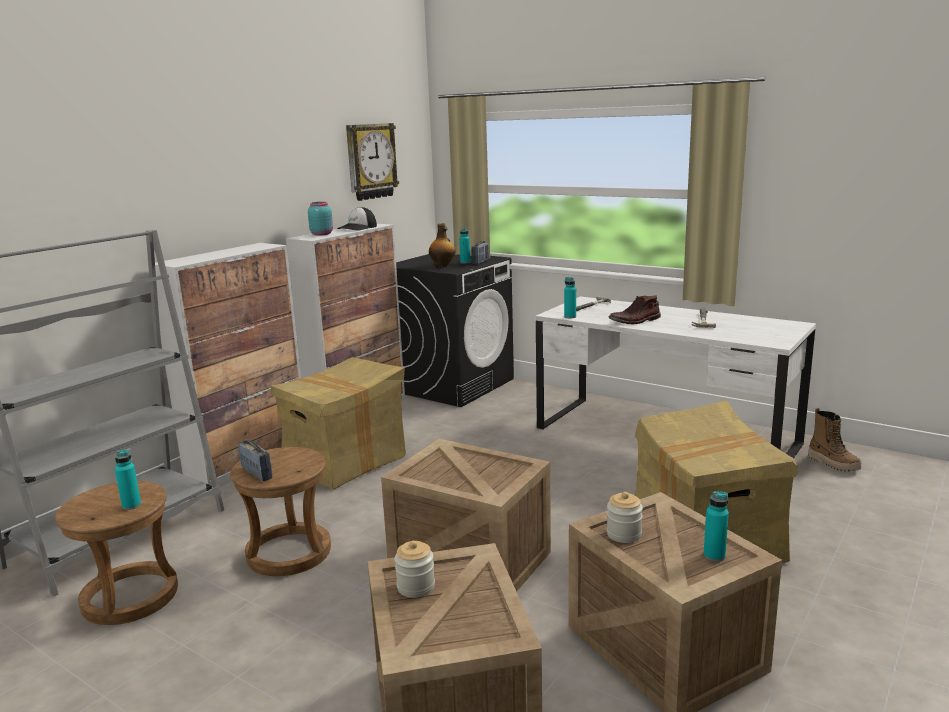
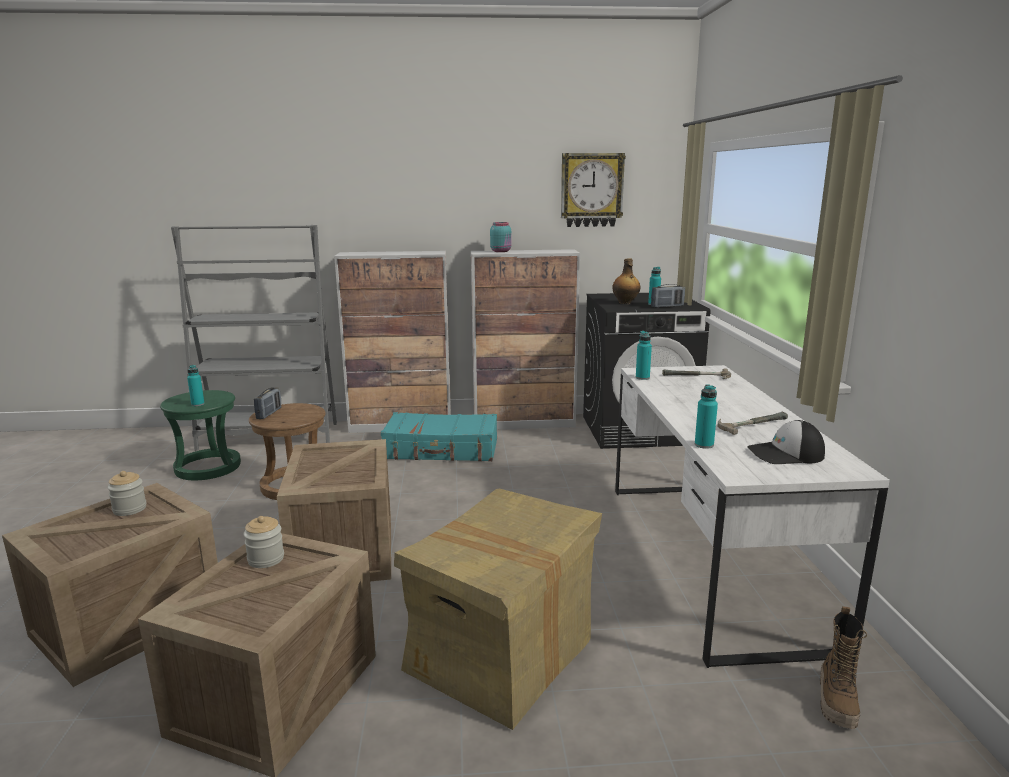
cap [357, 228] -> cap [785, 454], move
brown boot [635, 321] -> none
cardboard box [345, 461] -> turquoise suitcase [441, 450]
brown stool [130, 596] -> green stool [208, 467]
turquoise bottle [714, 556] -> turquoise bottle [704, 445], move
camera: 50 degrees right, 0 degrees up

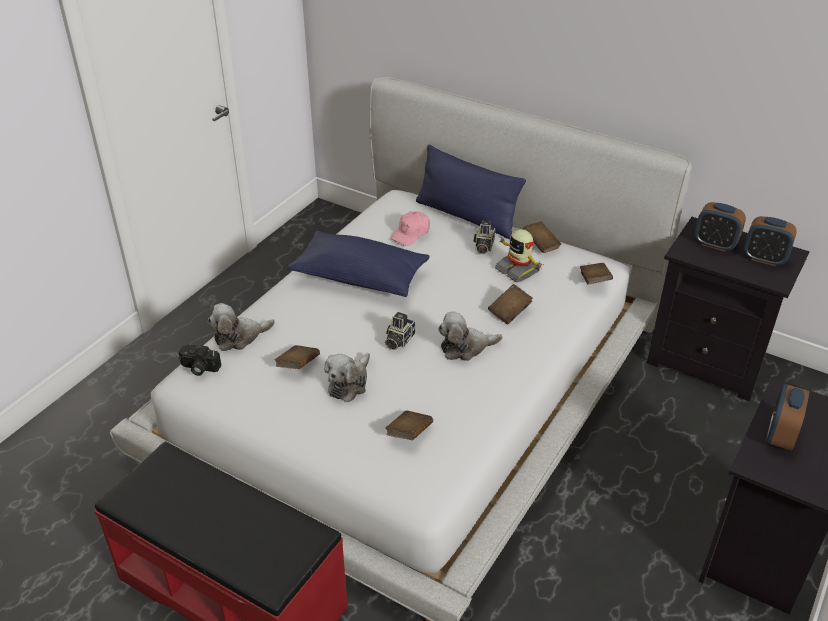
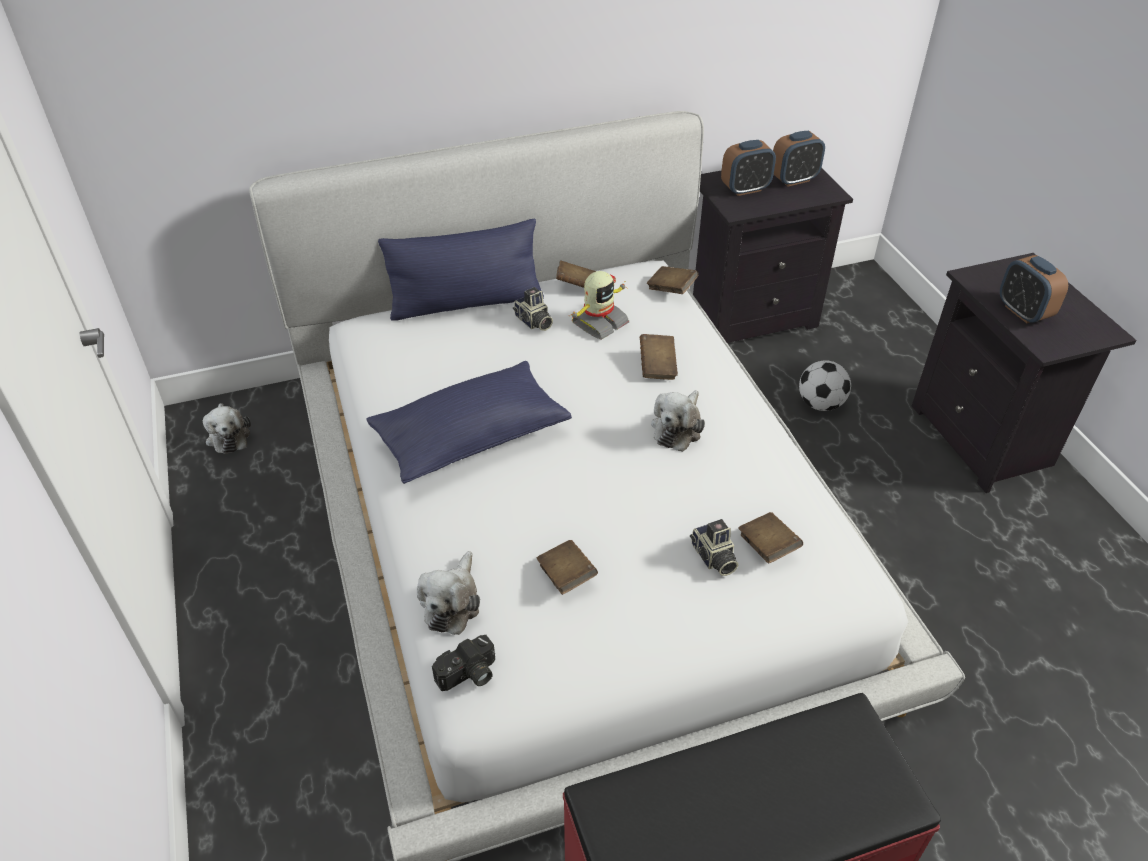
pink cap [411, 234] -> none
toy robot [518, 270] -> toy robot [599, 323], 45 degrees counterclockwise
photo camera [398, 340] -> photo camera [713, 558], move
plush toy [349, 383] -> plush toy [228, 436], move
none -> football [820, 404]
camera: 50 degrees left, 5 degrees up

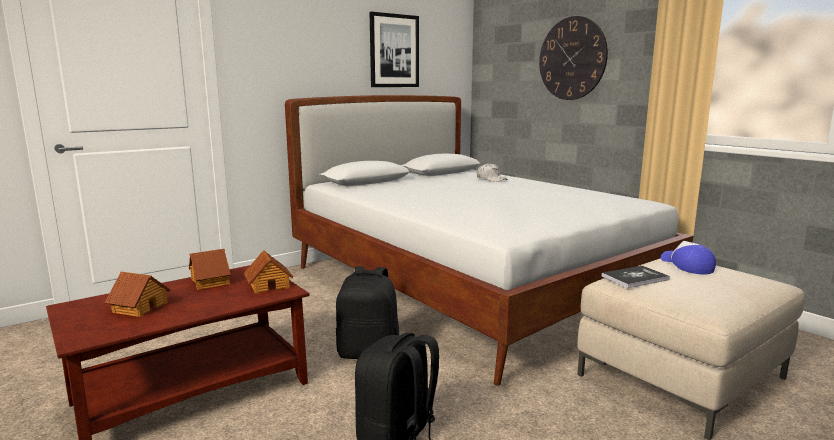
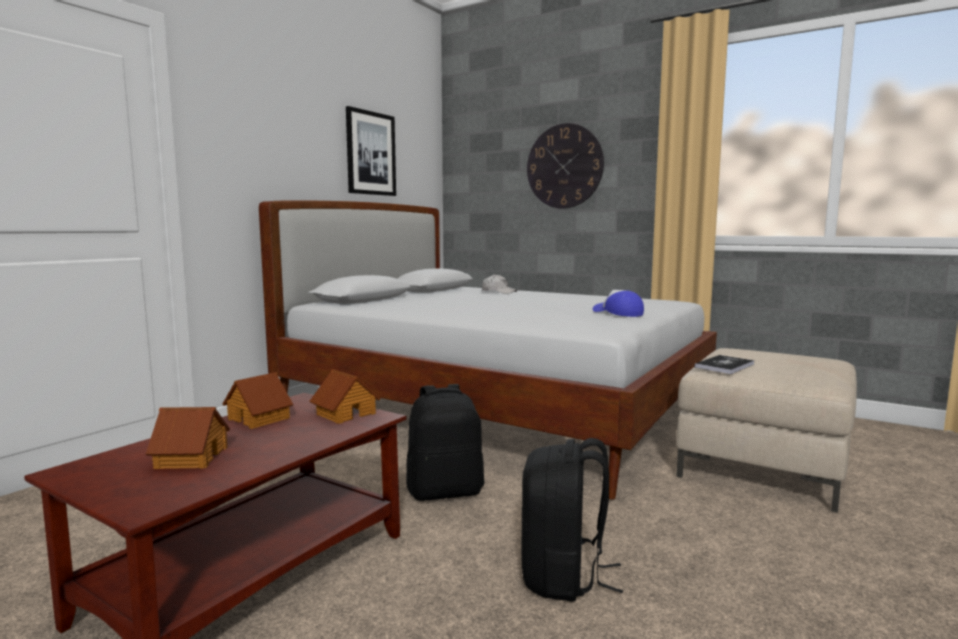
cap [686, 265] -> cap [617, 313], move
camera: 20 degrees left, 5 degrees down

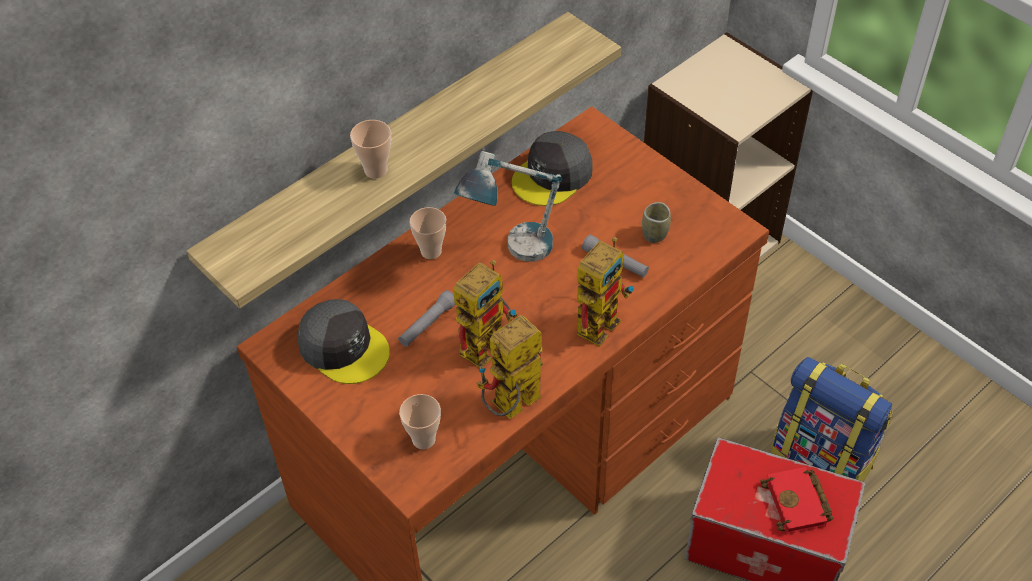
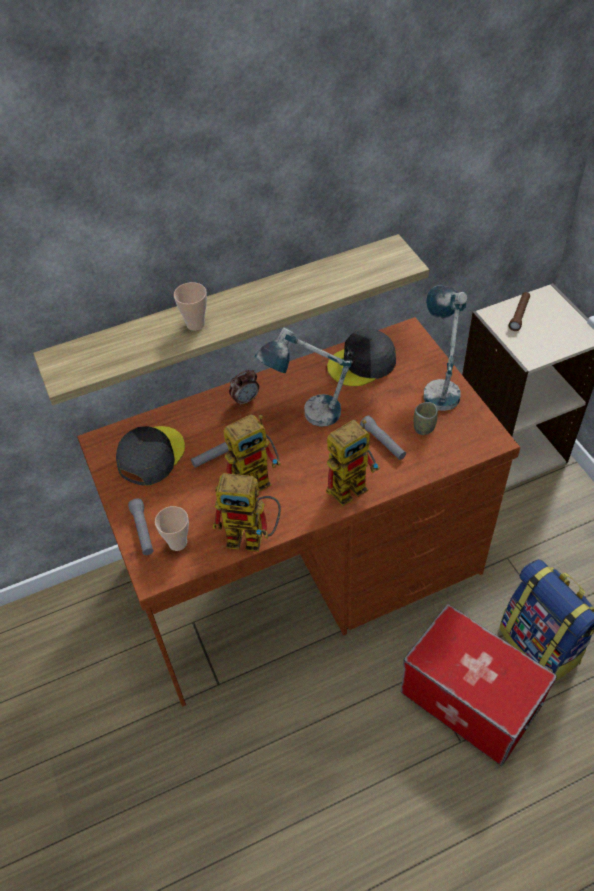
cup [431, 251] -> alarm clock [245, 400]
grey cap [343, 347] -> grey cap [151, 456], 120 degrees counterclockwise
toy robot [511, 408] -> toy robot [254, 537], 150 degrees counterclockwise
red book [798, 504] -> none
none -> table lamp [439, 385]
none -> brown flashlight [519, 315]
none -> grey flashlight [143, 531]
camera: 20 degrees right, 0 degrees up

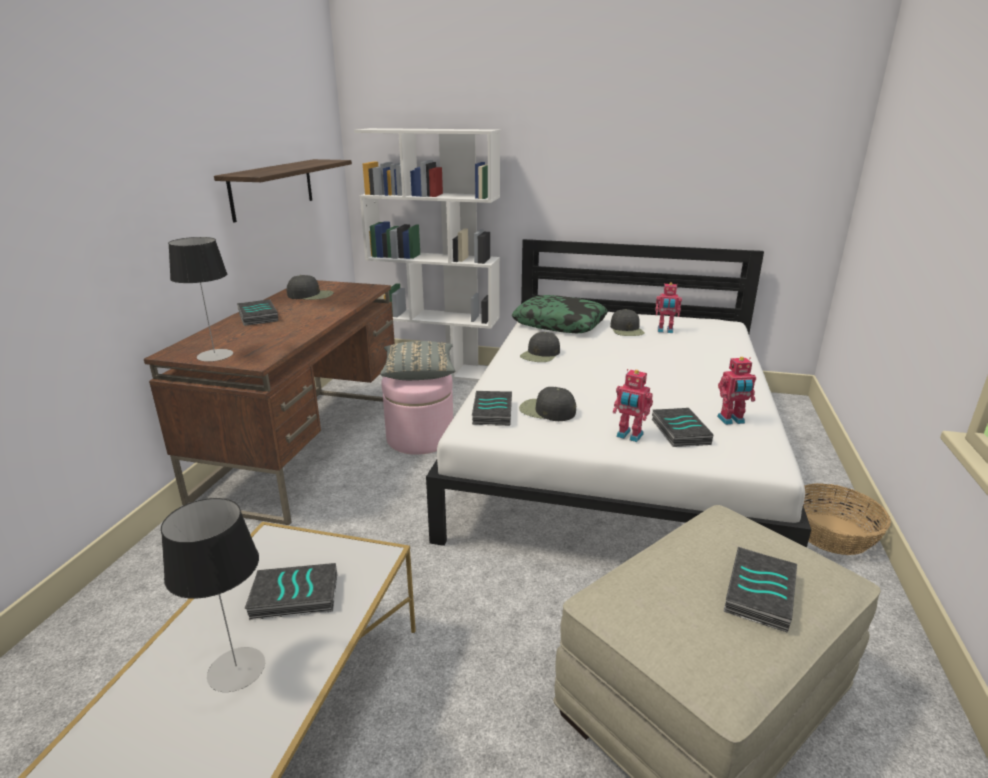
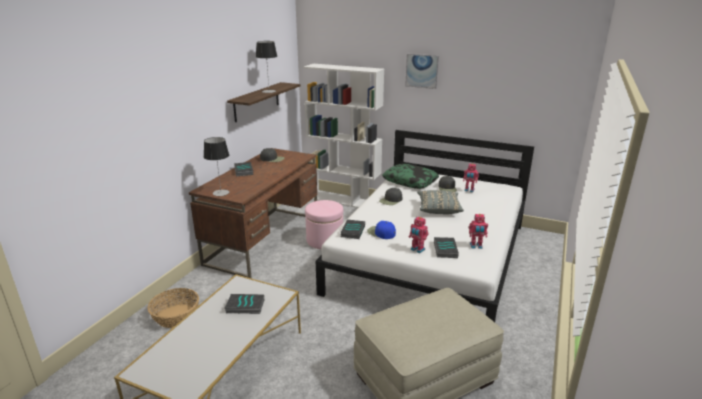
grey pillow [419, 372] -> grey pillow [438, 209], move
black cap [546, 410] -> blue cap [381, 233]
basket [831, 533] -> basket [176, 316], move
table lamp [237, 669] -> table lamp [269, 91], move
book [757, 592] -> none
none -> picture [422, 71]
camera: 10 degrees right, 0 degrees up

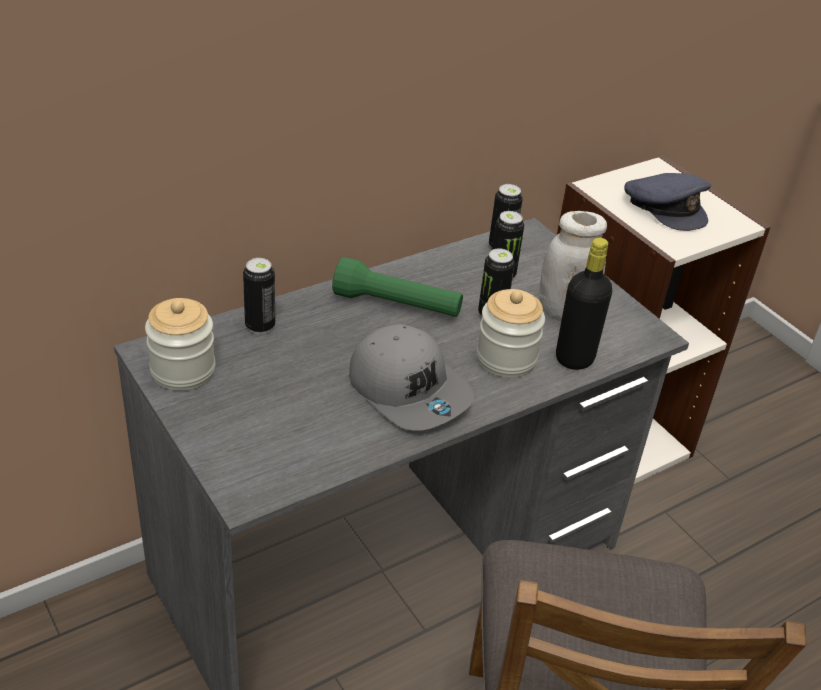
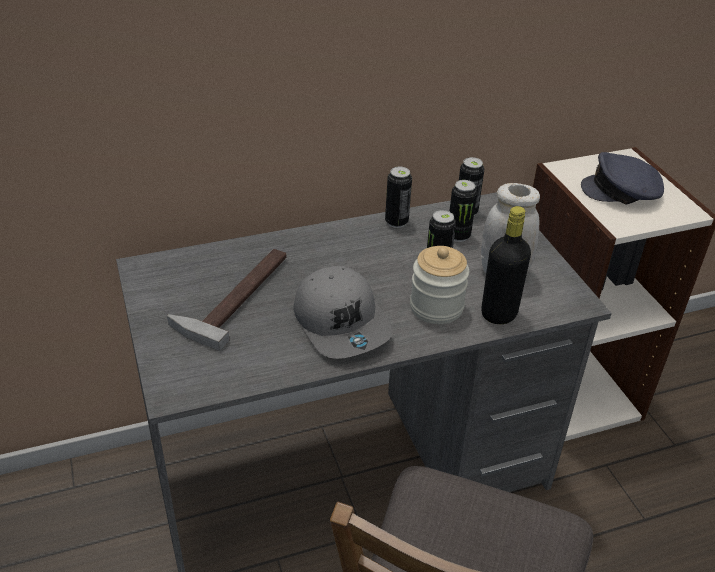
grey cap [666, 207] -> grey cap [623, 191], 120 degrees clockwise
green flashlight [397, 305] -> none
can [260, 326] -> can [396, 222], move
jar [183, 371] -> none
none -> hammer [235, 295]
camera: 15 degrees right, 0 degrees up

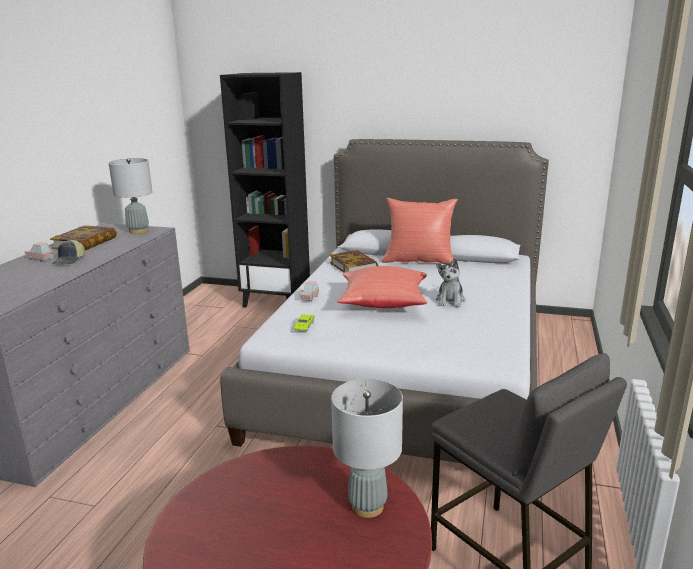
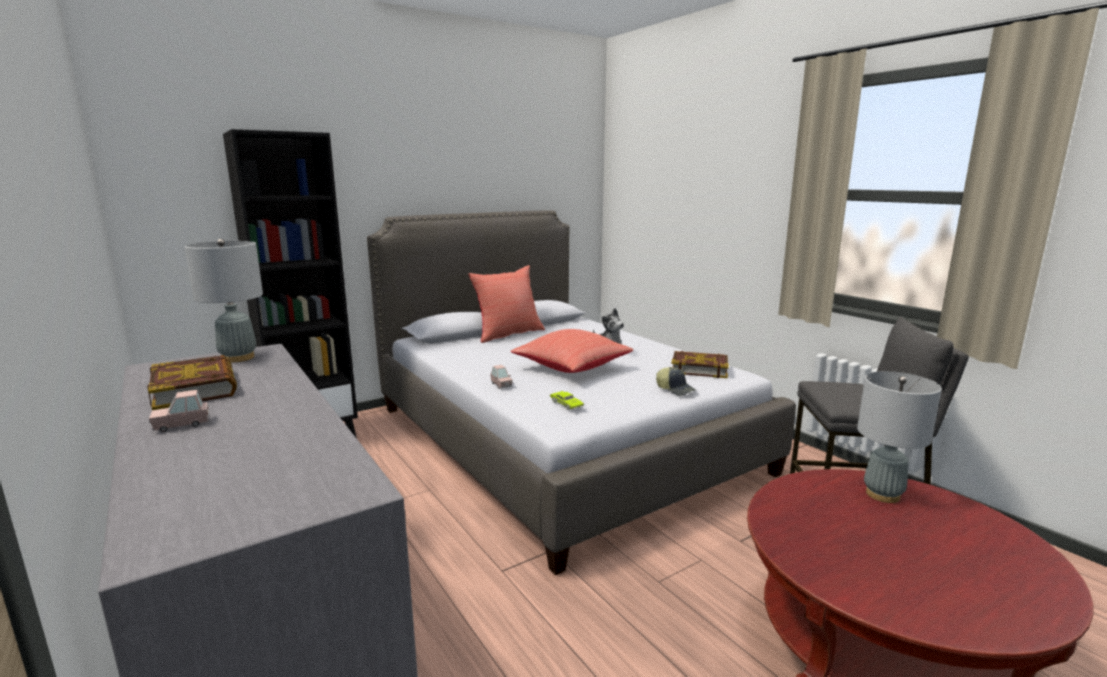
cap [70, 260] -> cap [675, 389], move
book [353, 266] -> book [699, 369], move
camera: 50 degrees left, 5 degrees down

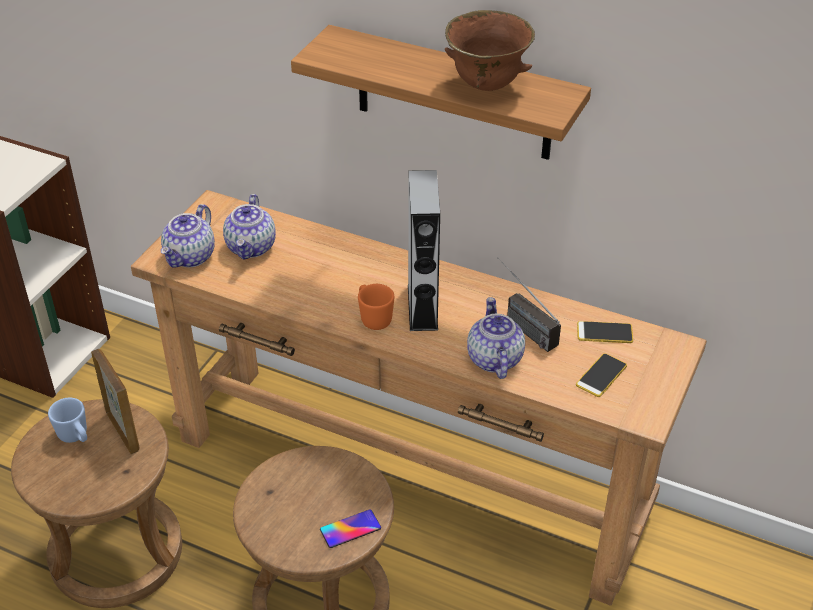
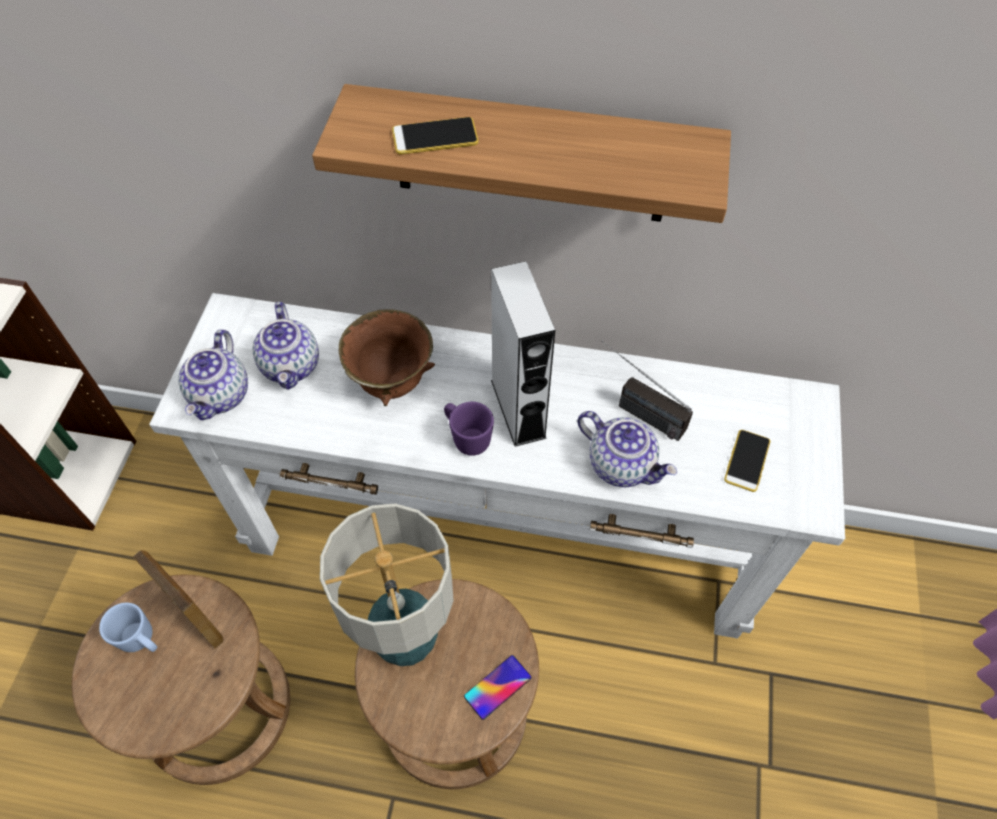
brown bowl [486, 85] -> brown bowl [391, 383], move
brown console table [408, 476] -> white console table [499, 537]
orange mug [373, 318] -> purple mug [467, 437]
teapot [493, 359] -> teapot [622, 464], 150 degrees clockwise
phone [604, 333] -> phone [435, 137], move
none -> table lamp [408, 642]
camera: 15 degrees left, 15 degrees up

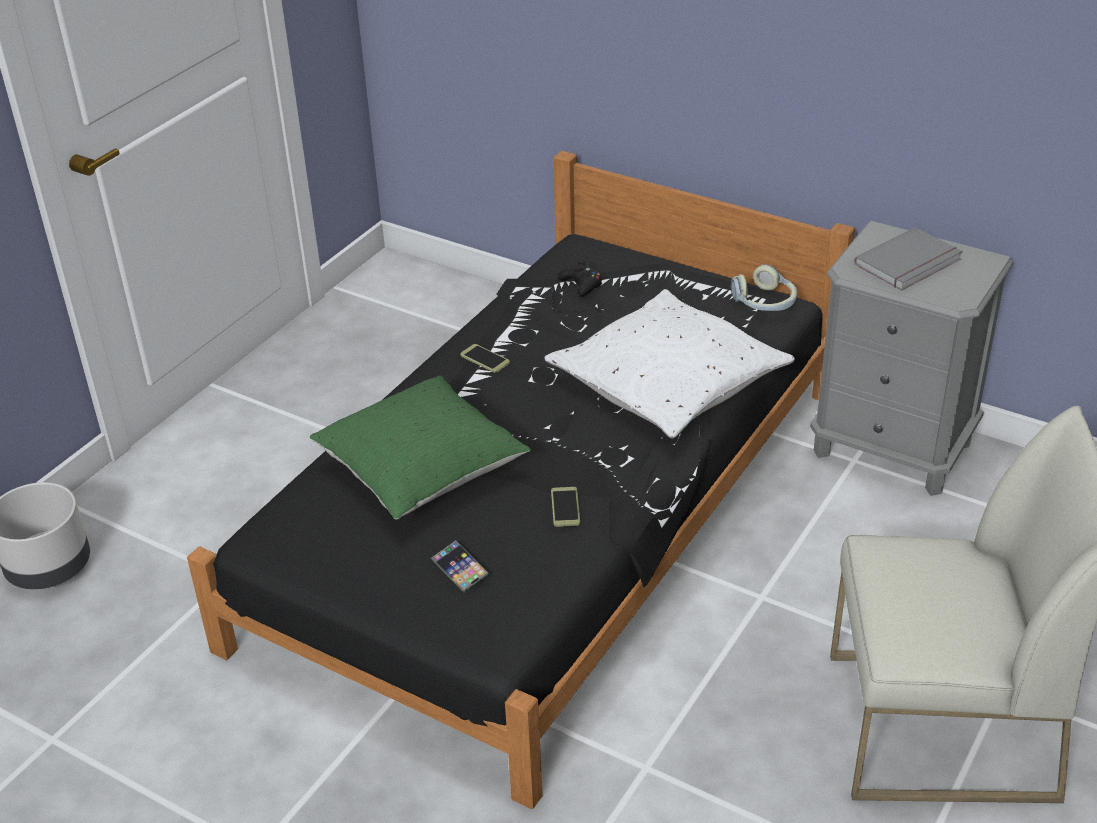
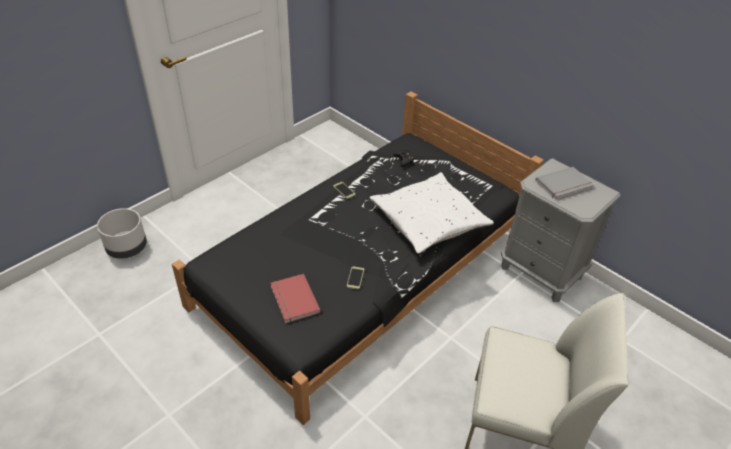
headphones [764, 302] -> none
green pillow [422, 470] -> none
phone [460, 569] -> red book [293, 300]
camera: 10 degrees right, 5 degrees up

